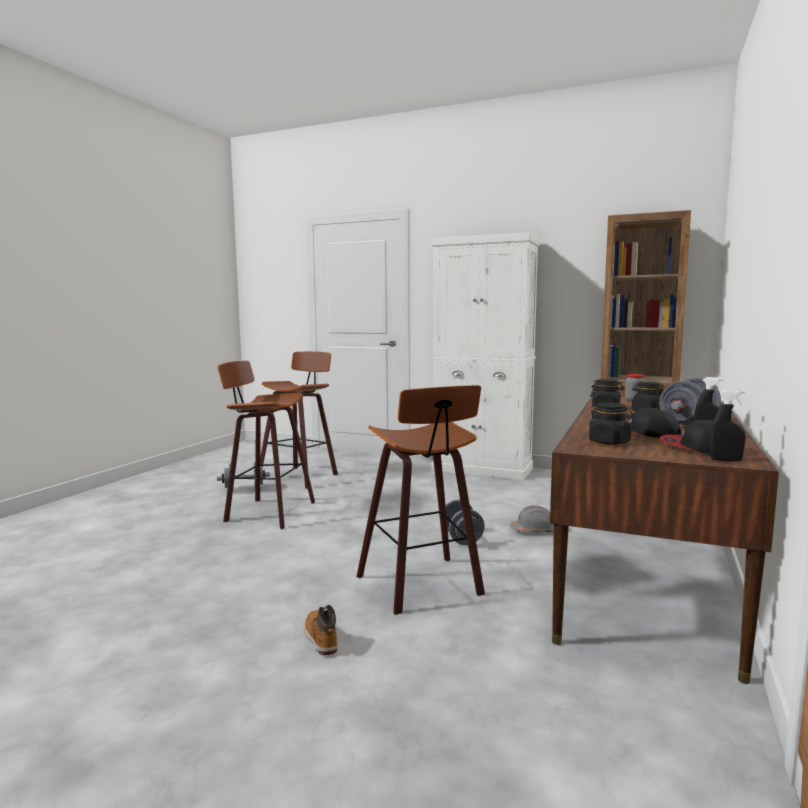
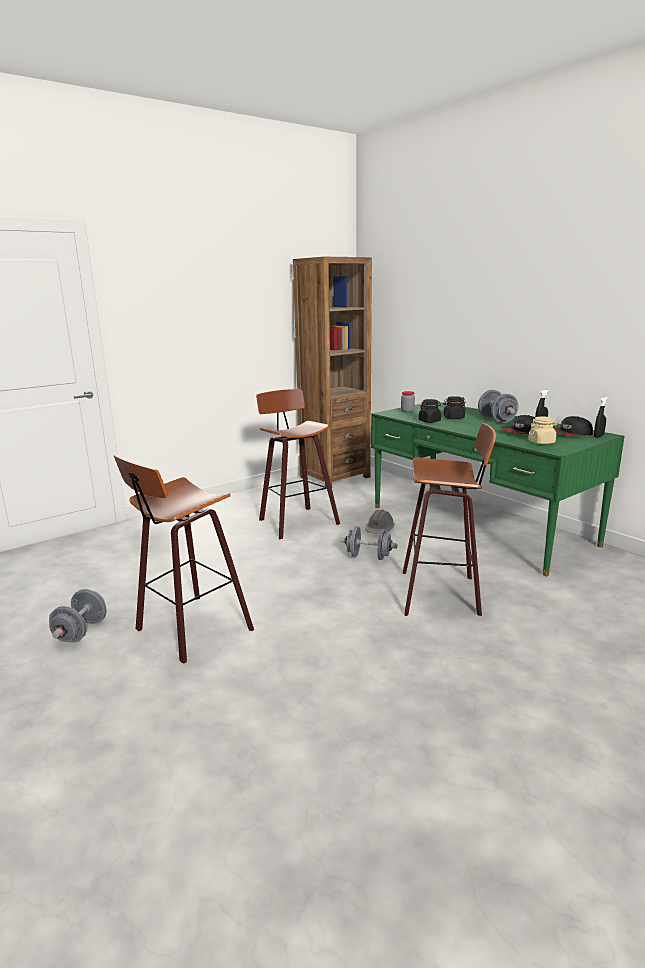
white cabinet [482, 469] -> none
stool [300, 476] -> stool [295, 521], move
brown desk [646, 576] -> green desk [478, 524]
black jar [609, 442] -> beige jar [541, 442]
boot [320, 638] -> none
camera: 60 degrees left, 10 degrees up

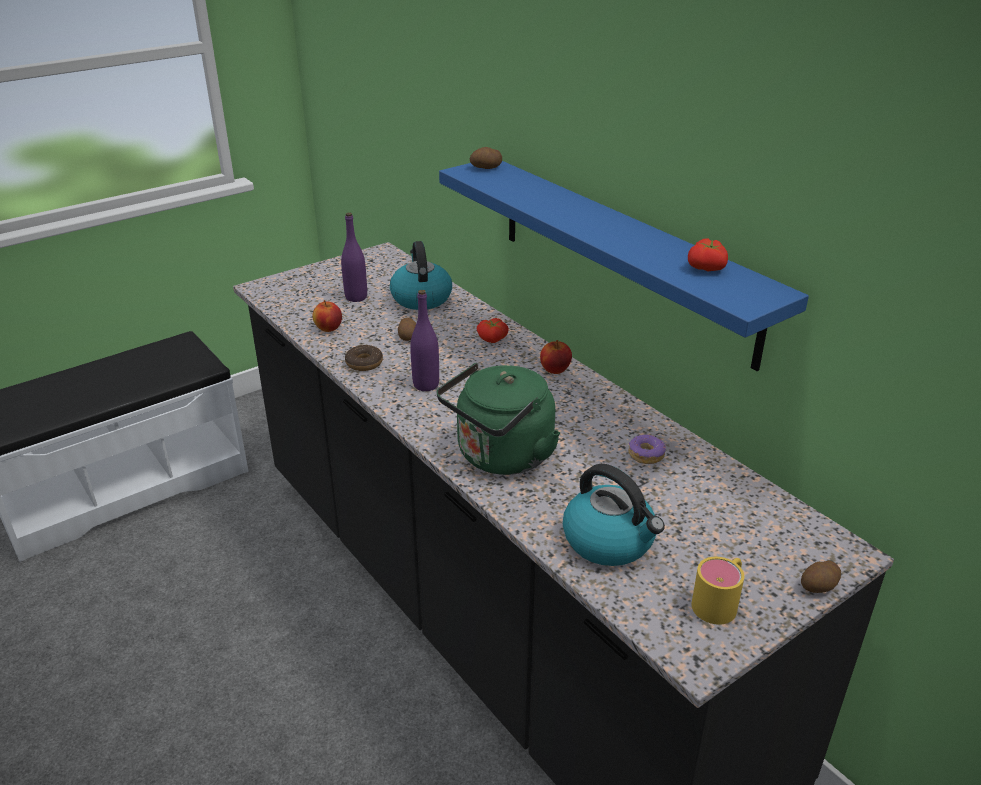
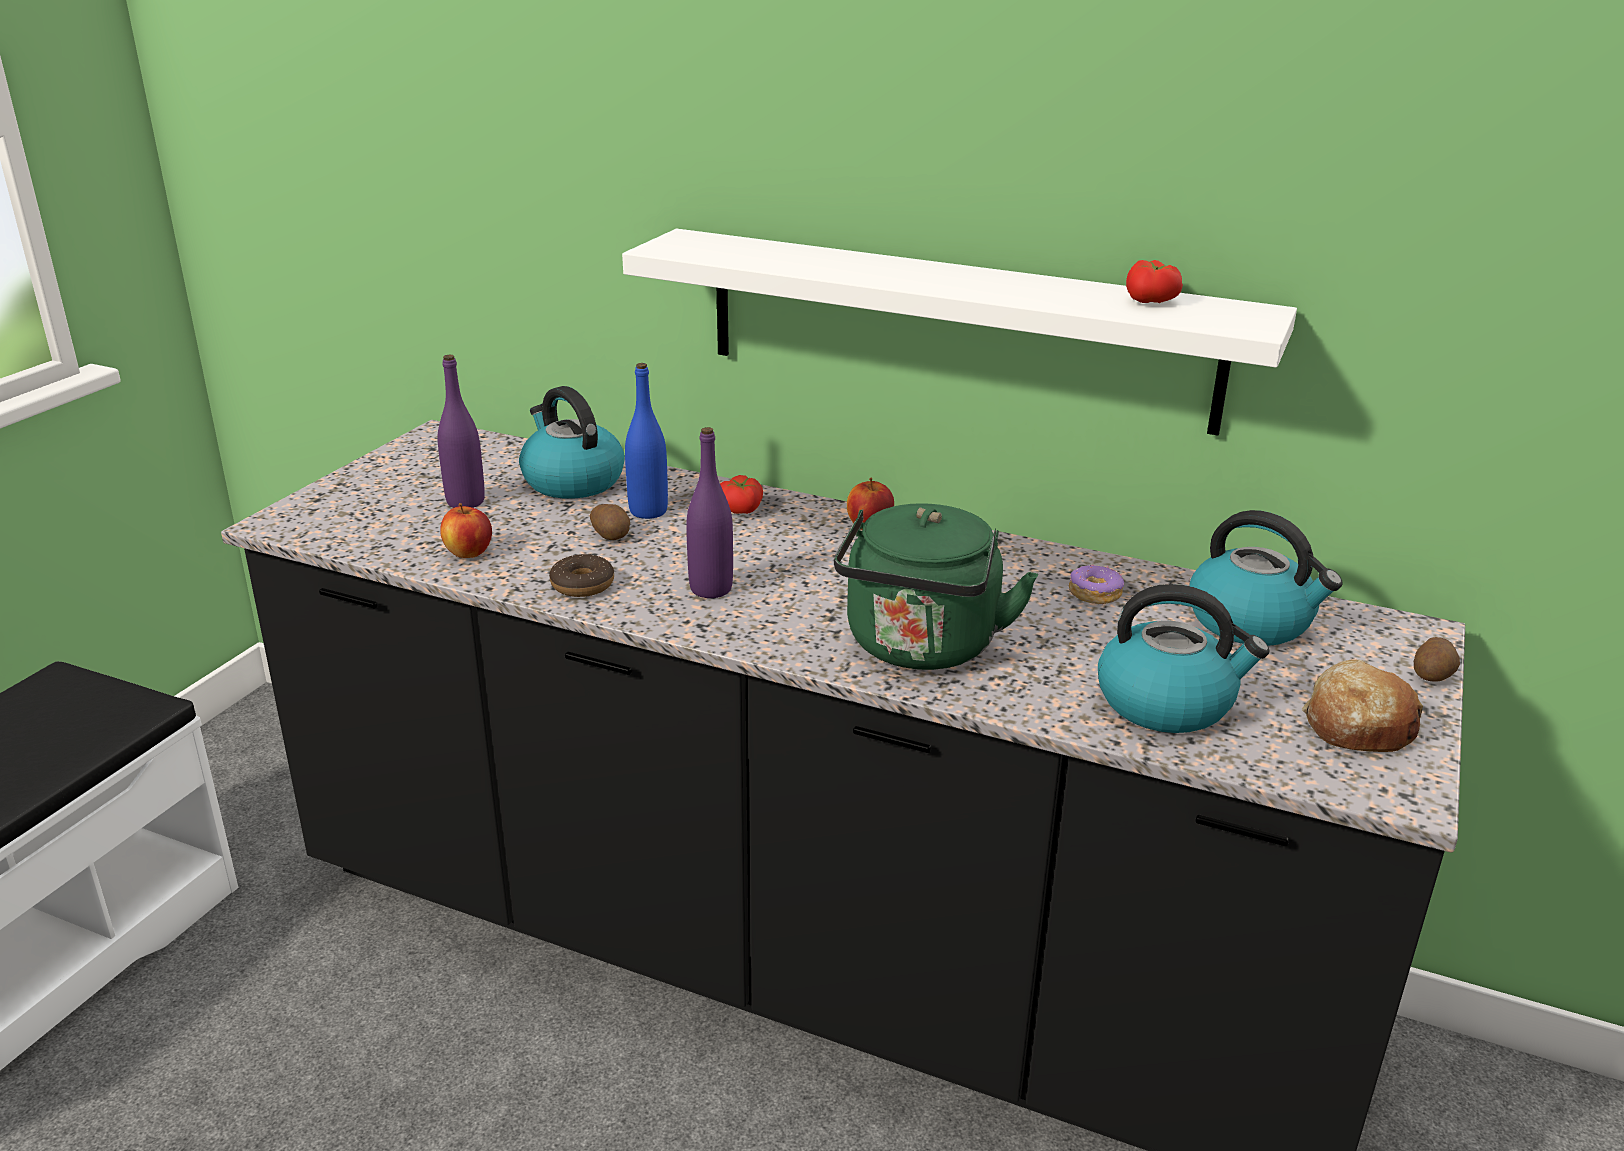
potato [486, 168] -> none
blue shelf [622, 256] -> white shelf [956, 329]
yellow mug [719, 601] -> bread [1357, 726]
none -> blue bottle [648, 511]
none -> kettle [1251, 622]
camera: 30 degrees left, 5 degrees down

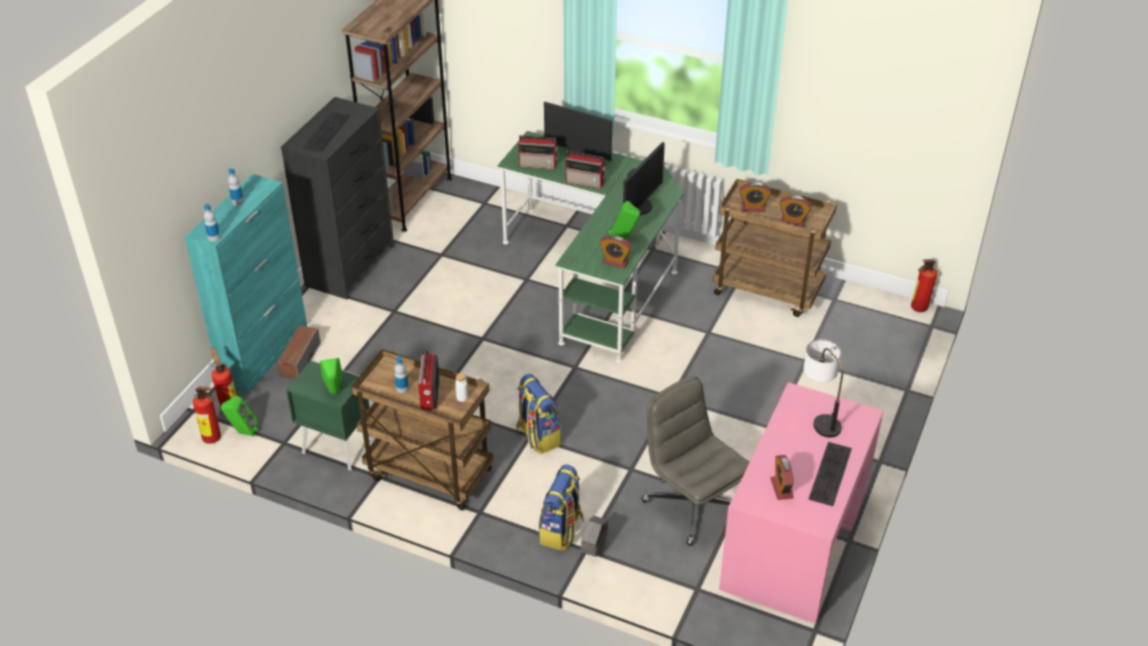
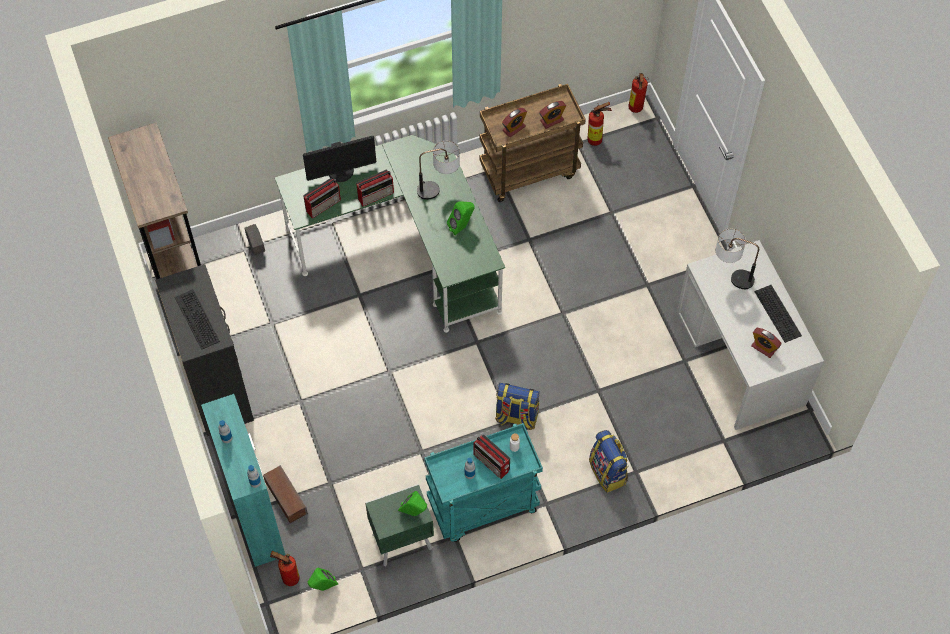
monitor [639, 207] -> table lamp [439, 188]
alarm clock [615, 262] -> none
brown cart [428, 474] -> turquoise cart [482, 506]
grey office chair [692, 505] -> none
pink desk [795, 540] -> white desk [740, 357]
fire extinguisher [213, 439] -> fire extinguisher [597, 140], move
grey planter [594, 549] -> grey planter [256, 247], move
camera: 45 degrees left, 20 degrees up

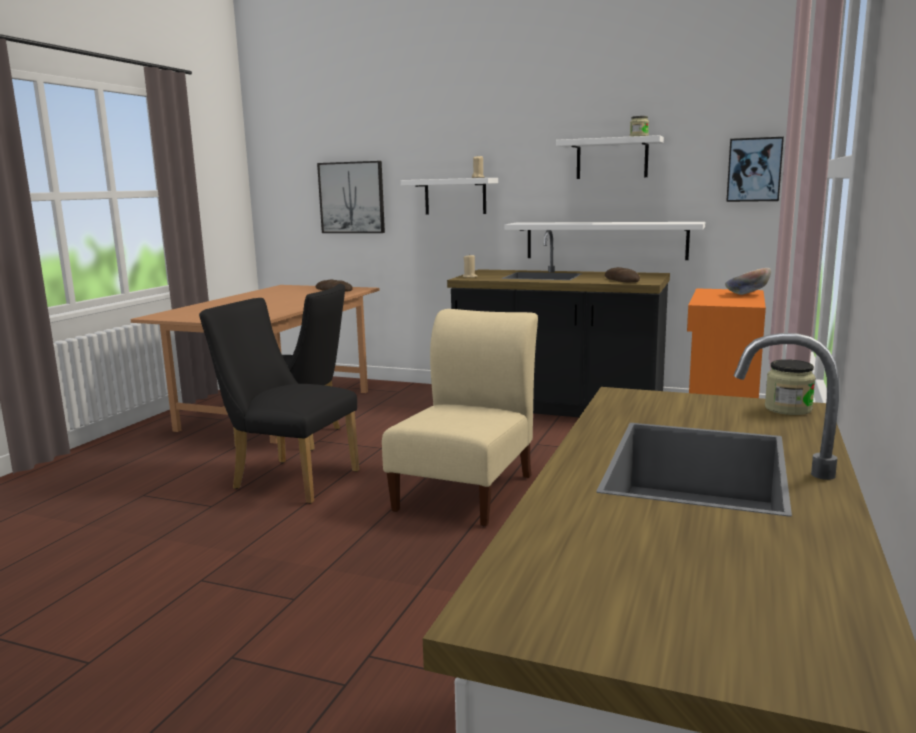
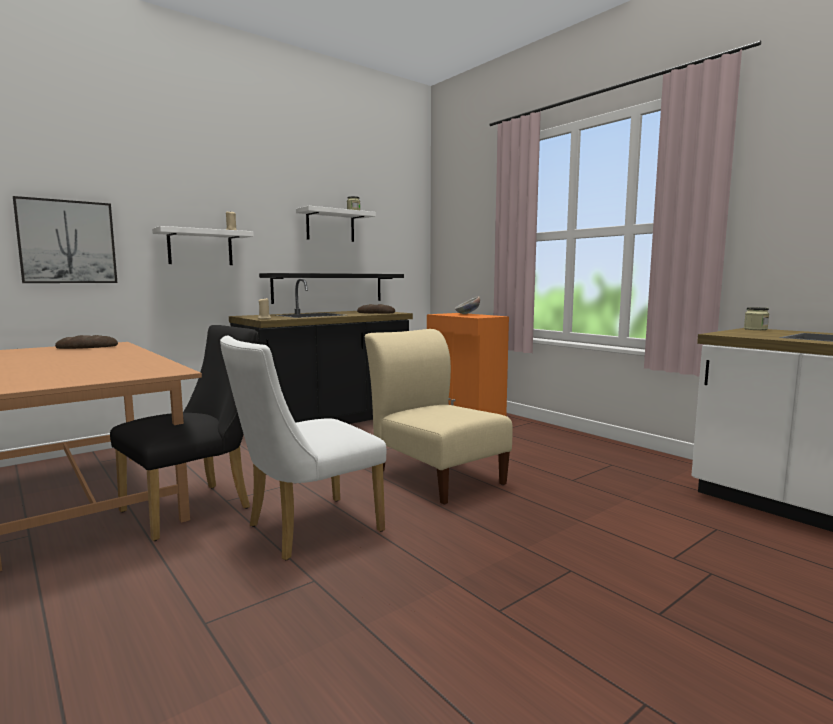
picture [754, 169] -> none
white shelf [605, 240] -> black shelf [329, 288]
black chair [288, 479] -> white chair [305, 530]
camera: 60 degrees left, 5 degrees down

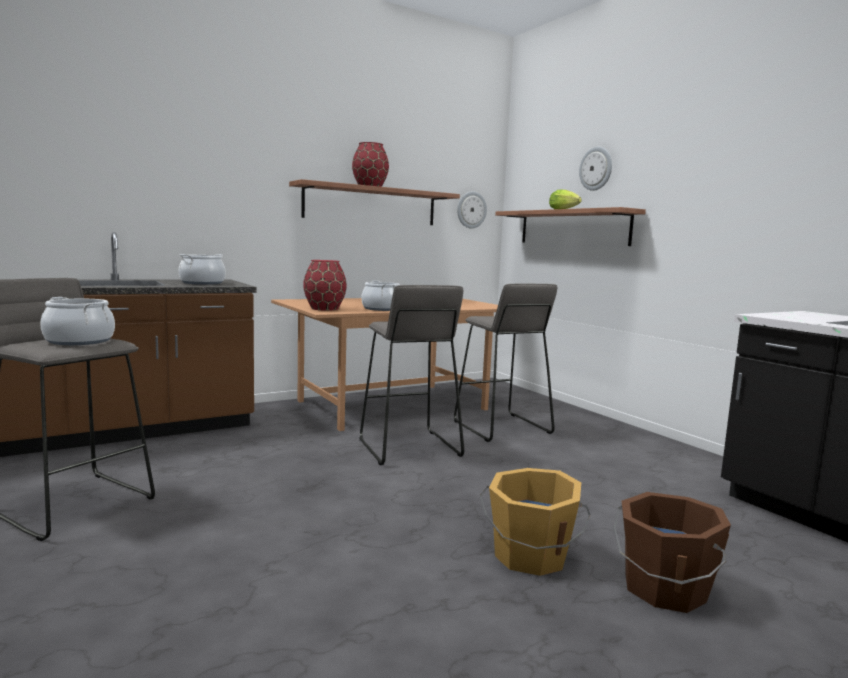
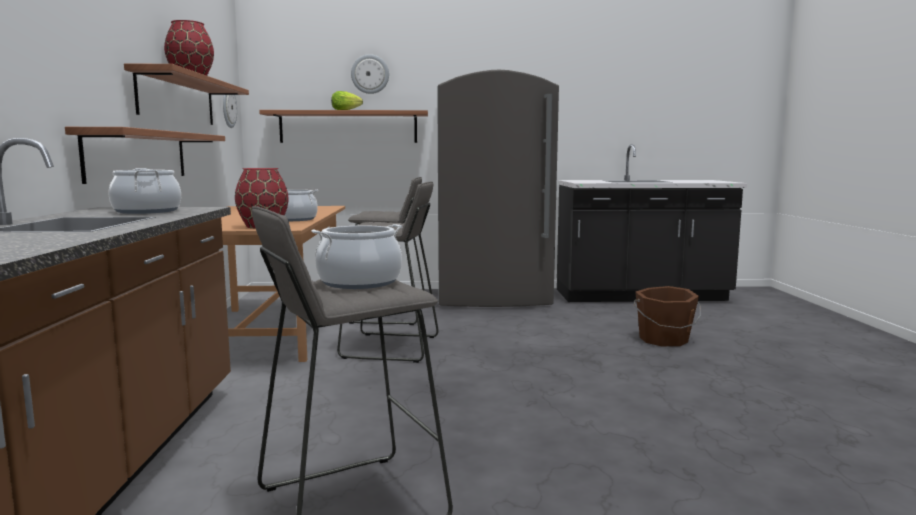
orange bucket [530, 556] -> none
none -> grey fridge [493, 298]
none -> shelf [139, 155]
camera: 60 degrees left, 0 degrees up

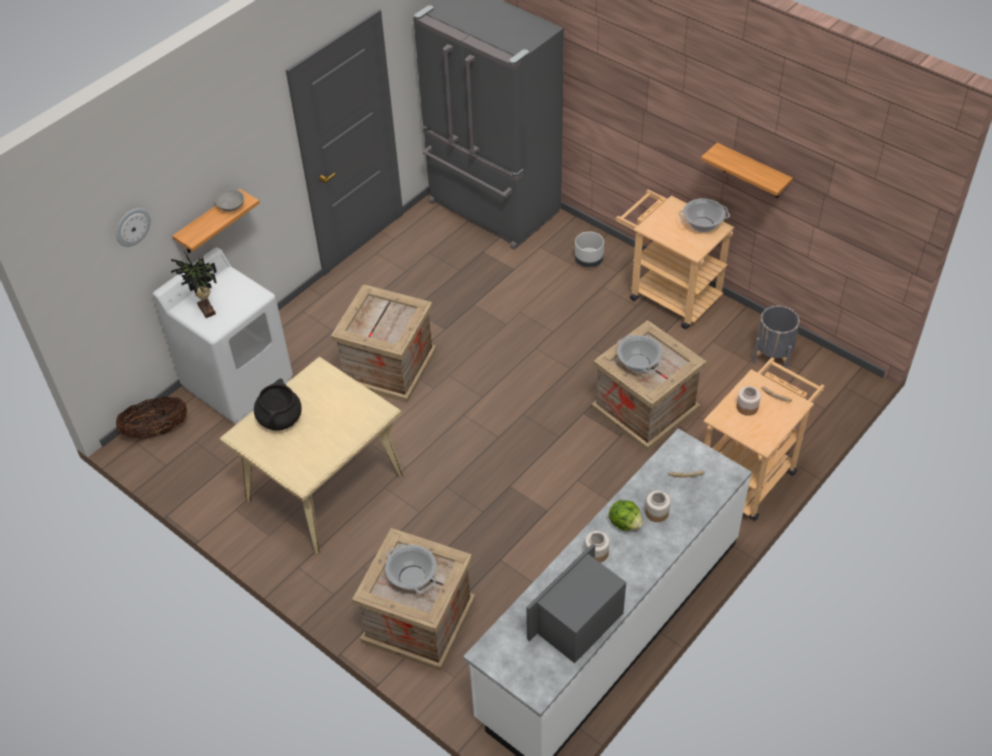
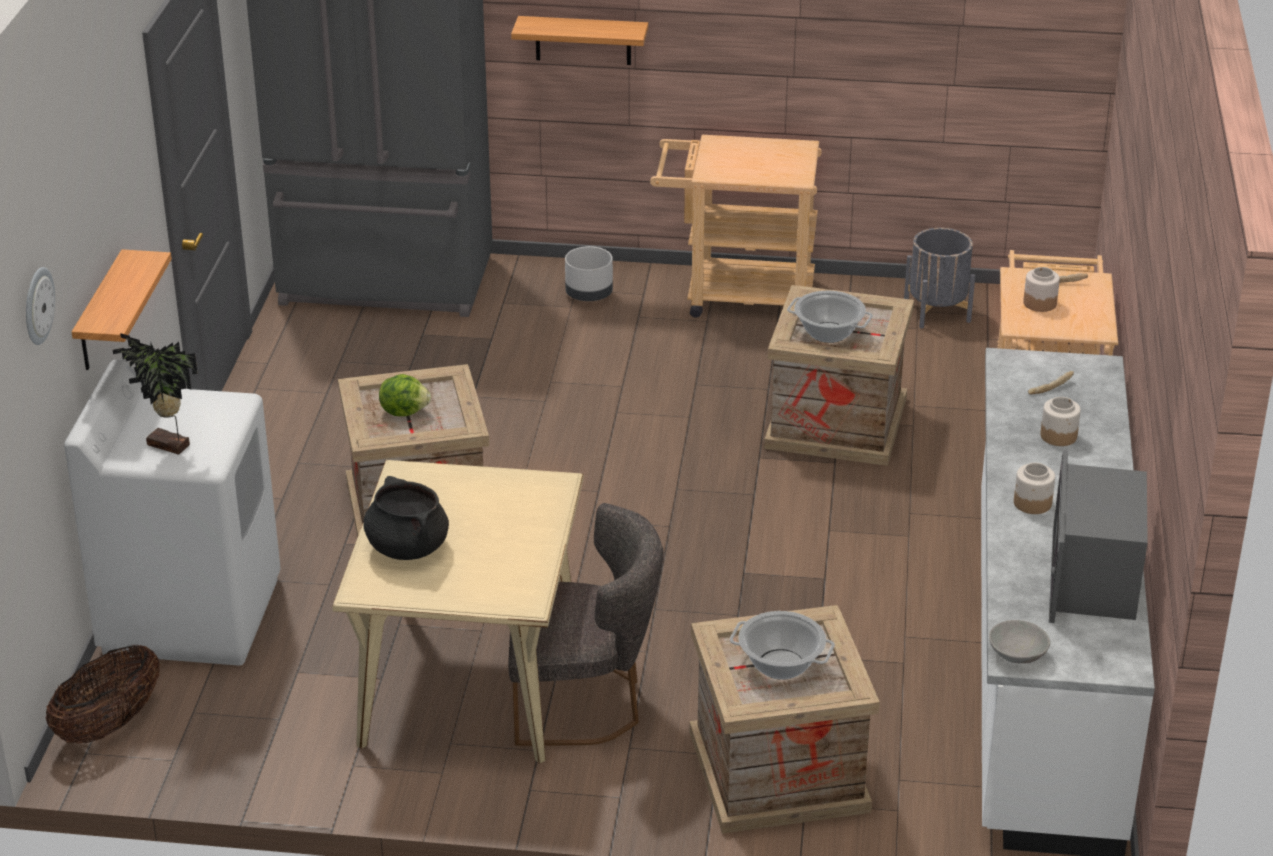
shelf [752, 172] -> shelf [583, 40], move
grey bowl [231, 207] -> grey bowl [1017, 655], move
cooking pot [703, 224] -> none
lettuce [625, 523] -> lettuce [404, 411], move
none -> grey chair [584, 703]
camera: 35 degrees left, 15 degrees down

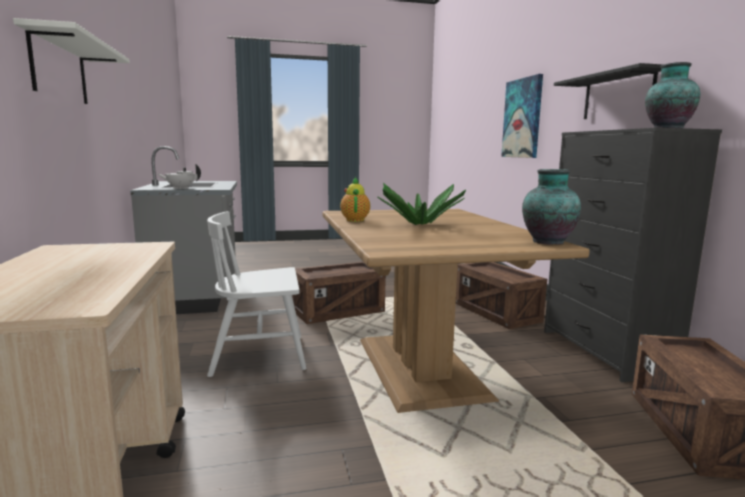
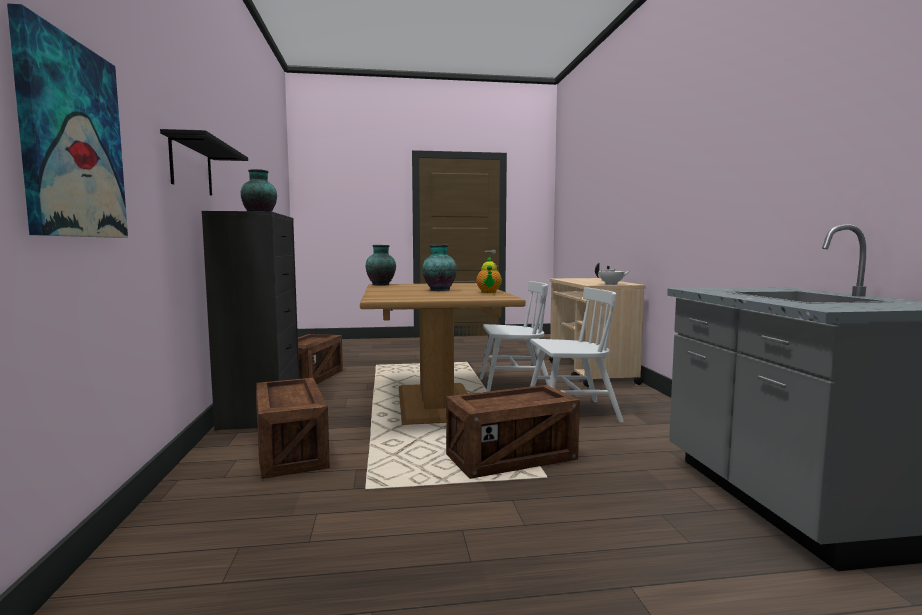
white shelf [59, 69] -> none
white teapot [180, 188] -> white teapot [611, 284], move
potted plant [419, 224] -> vase [438, 290]
none -> white chair [514, 386]
camera: 175 degrees left, 5 degrees down

